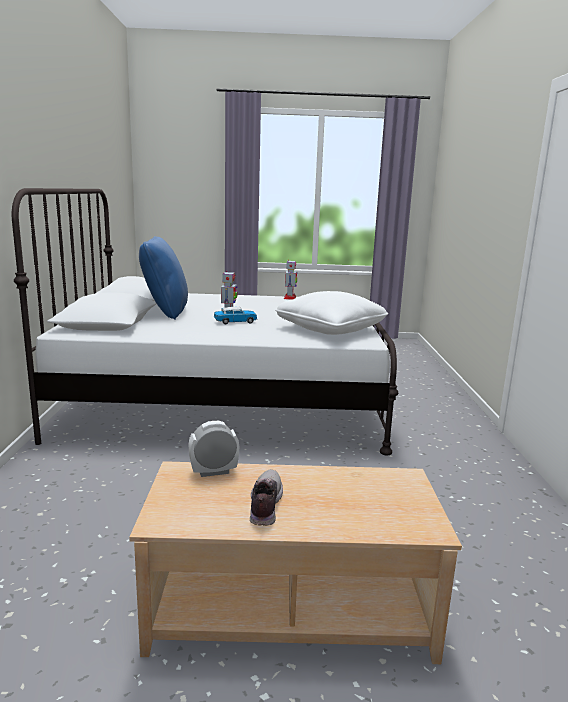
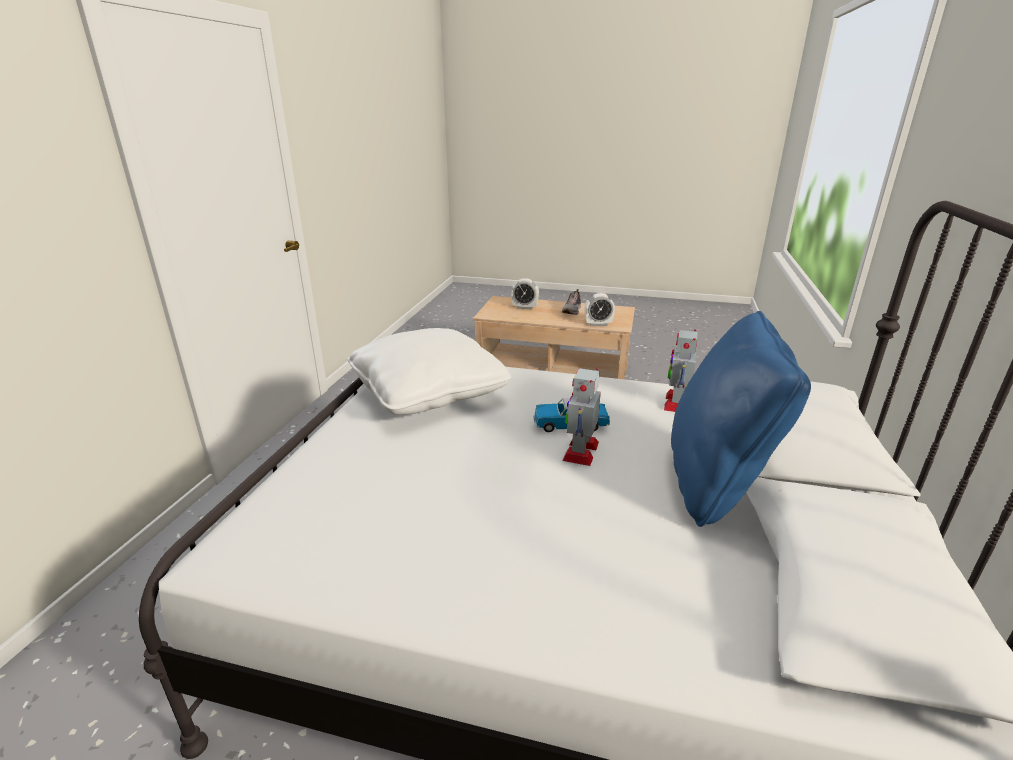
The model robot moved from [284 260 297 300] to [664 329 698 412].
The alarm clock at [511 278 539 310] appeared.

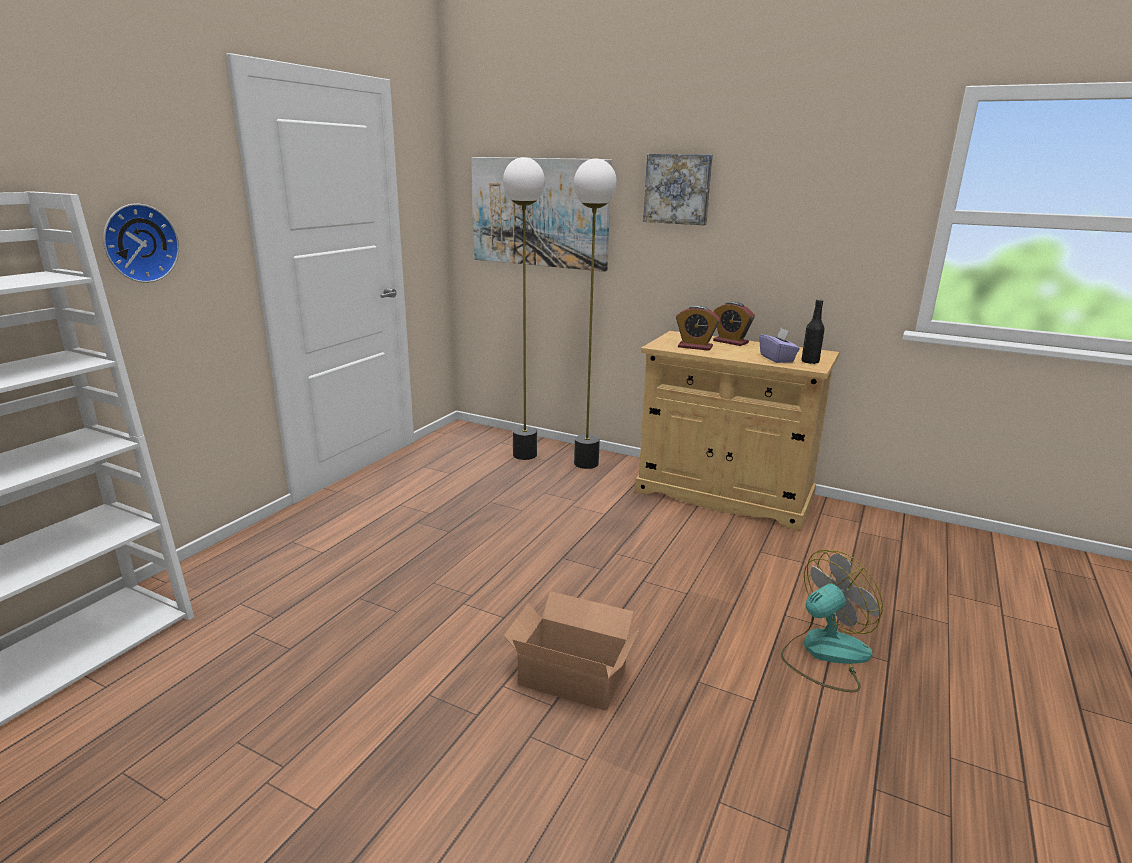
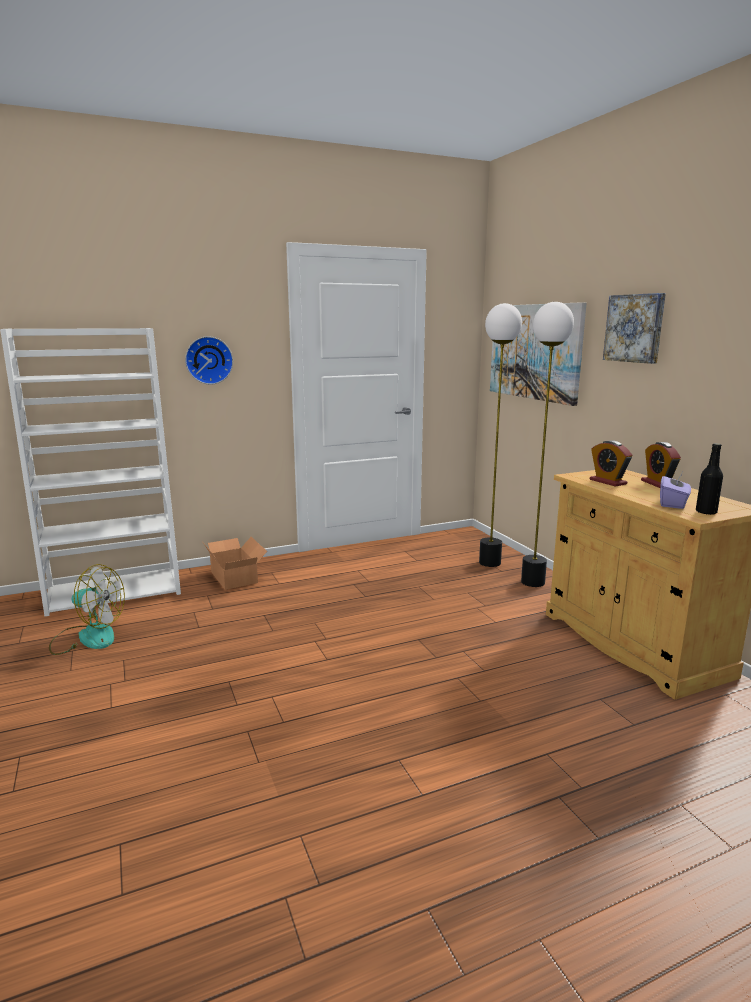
The cooling fan moved from [781 550 883 692] to [49 564 125 655].
The carton moved from [504 591 639 711] to [203 537 267 590].

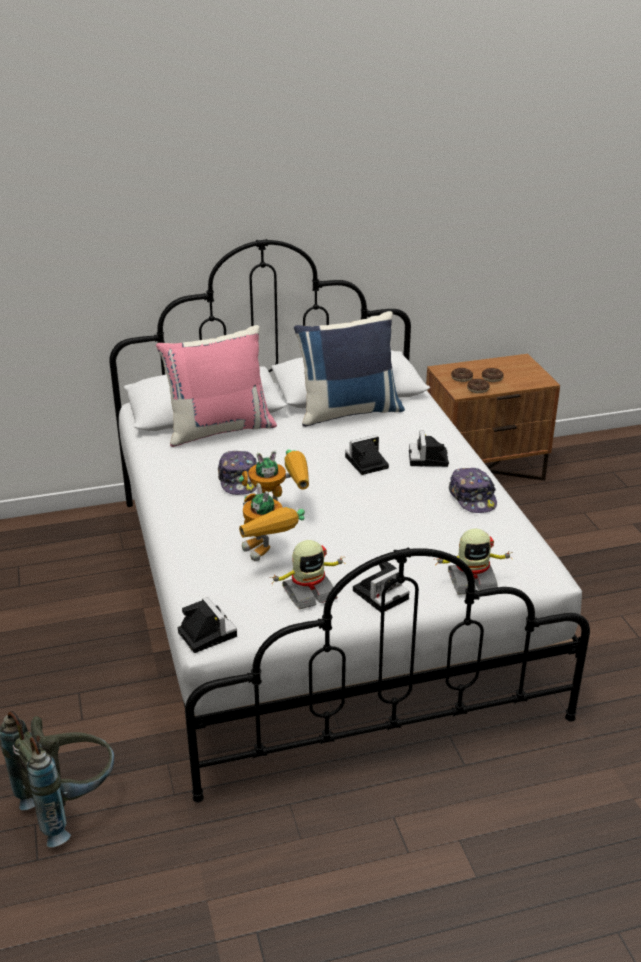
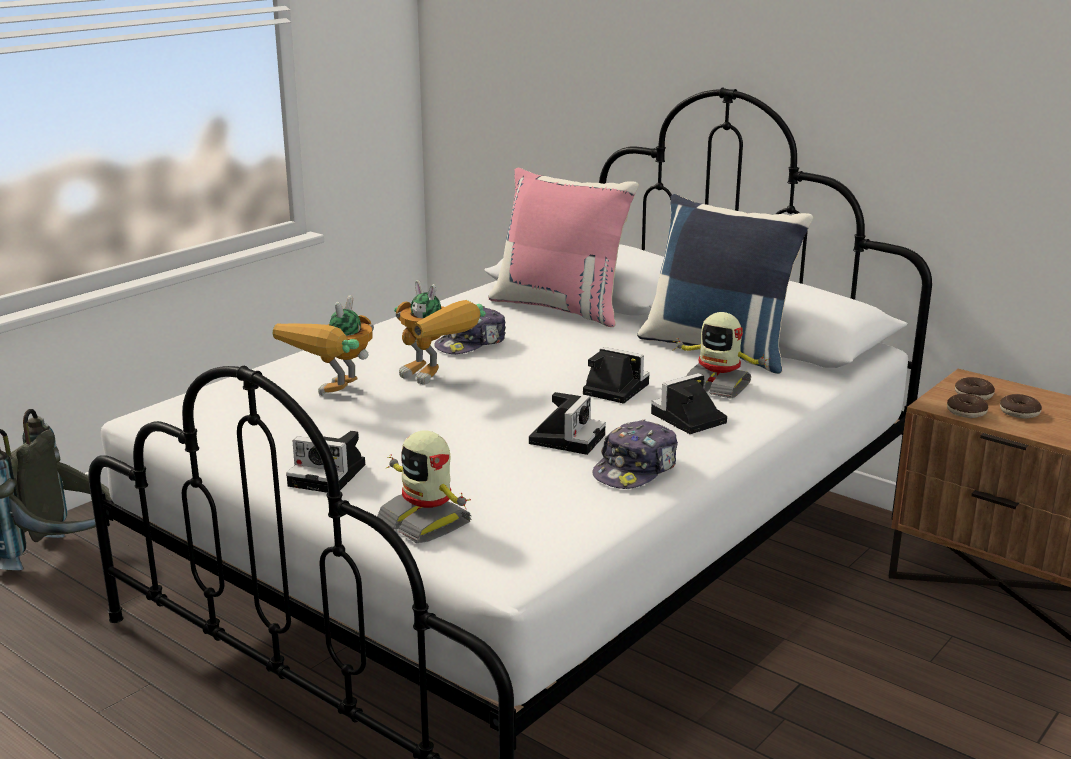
The model robot moved from [272 540 345 610] to [672 312 770 399].
The photo camera moved from [178 597 237 653] to [529 392 606 455].

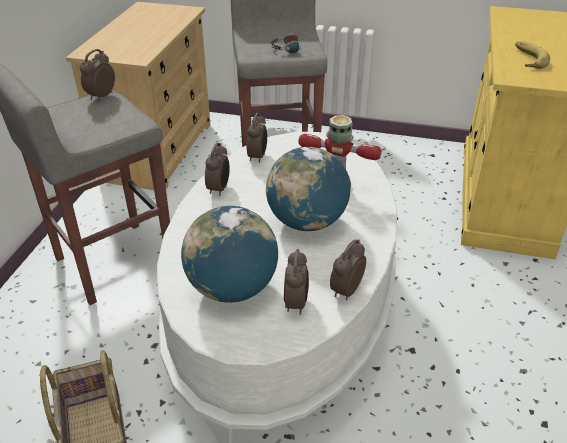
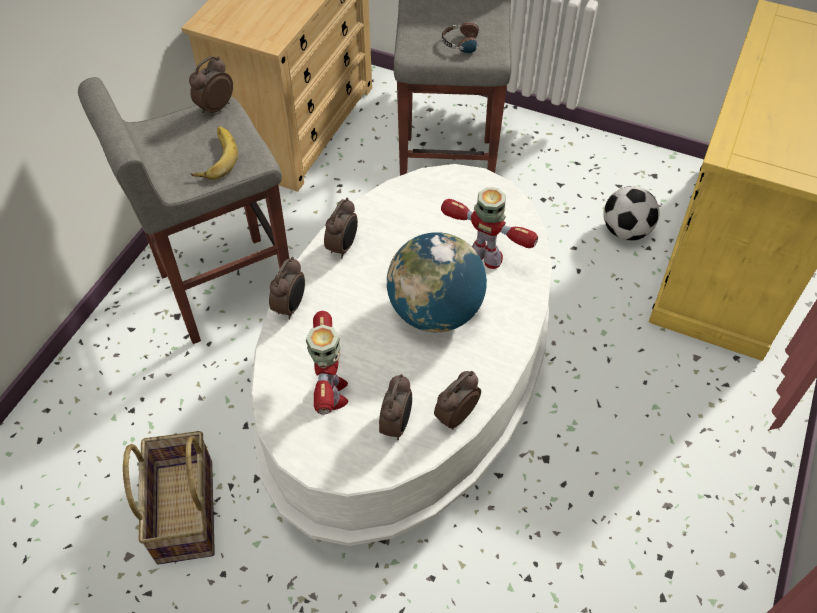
The banana fruit moved from [515 41 550 69] to [191 127 238 180].
The alarm clock moved from [246 113 267 163] to [269 257 305 320].
The globe at [181 206 278 303] was replaced by the model robot at [306 311 349 414].
The football at [603 186 660 240] appeared.

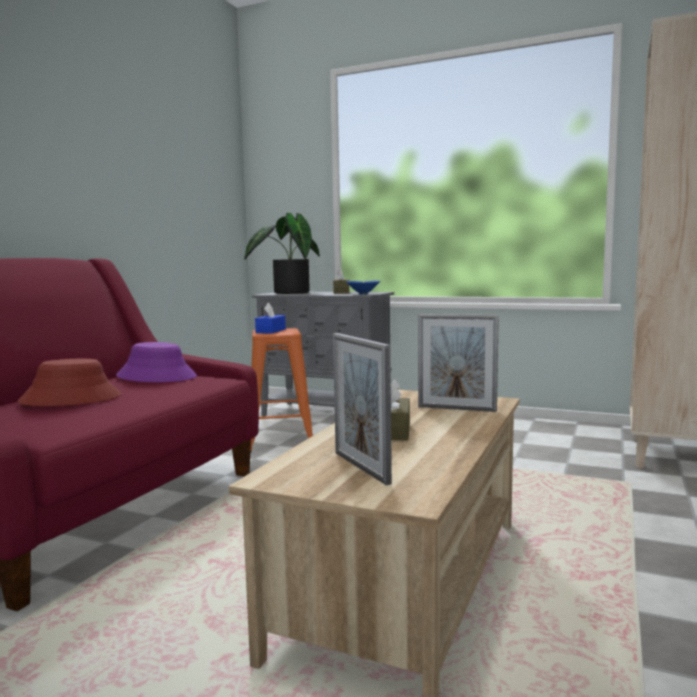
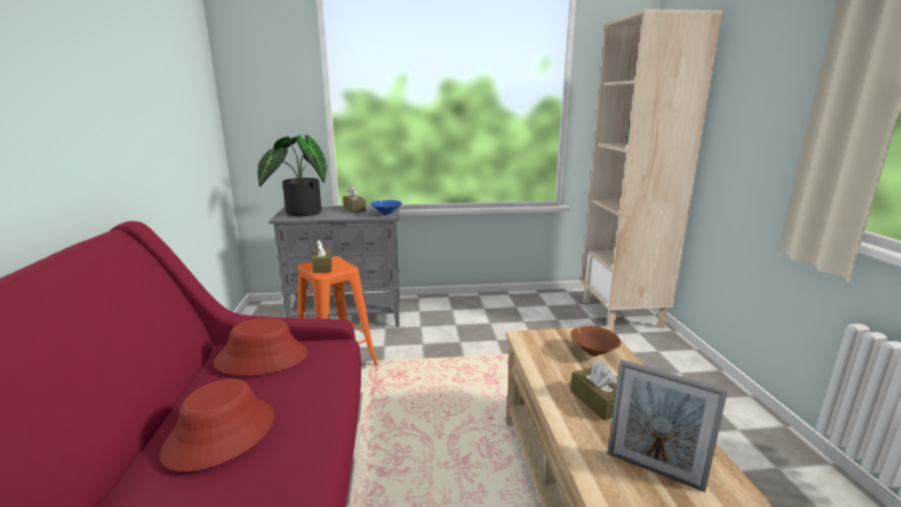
The blue tissue holder at [255 302 286 334] became the brownish tissue holder at [312 240 332 273].
The picture frame at [418 314 499 412] was replaced by the brownish bowl at [571 326 621 357].
The purplish hat at [116 342 197 382] became the reddish hat at [213 318 308 376].

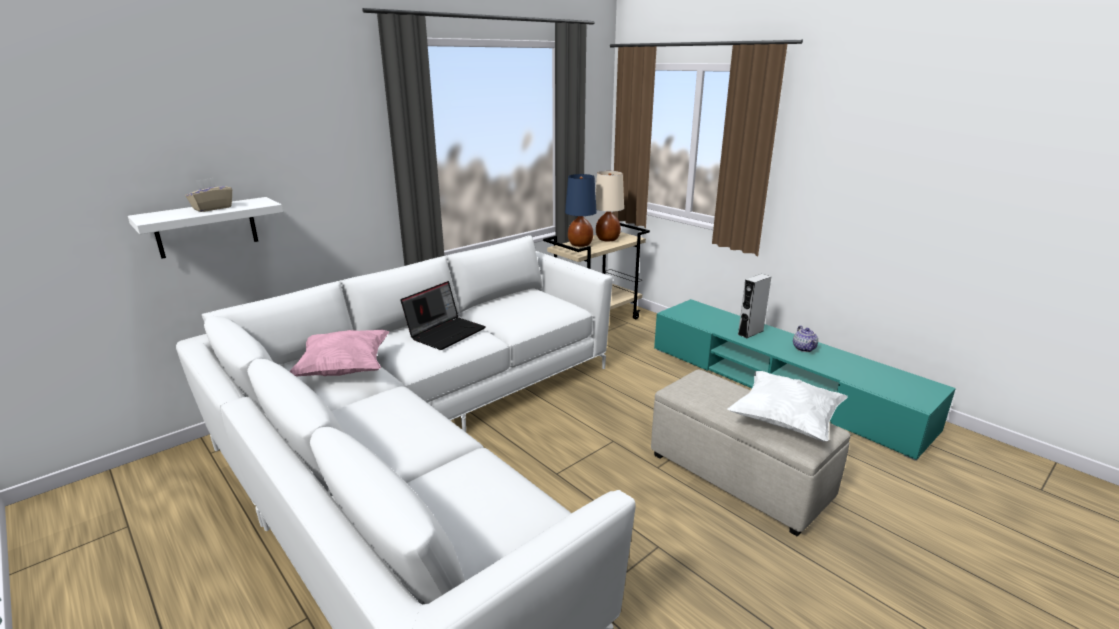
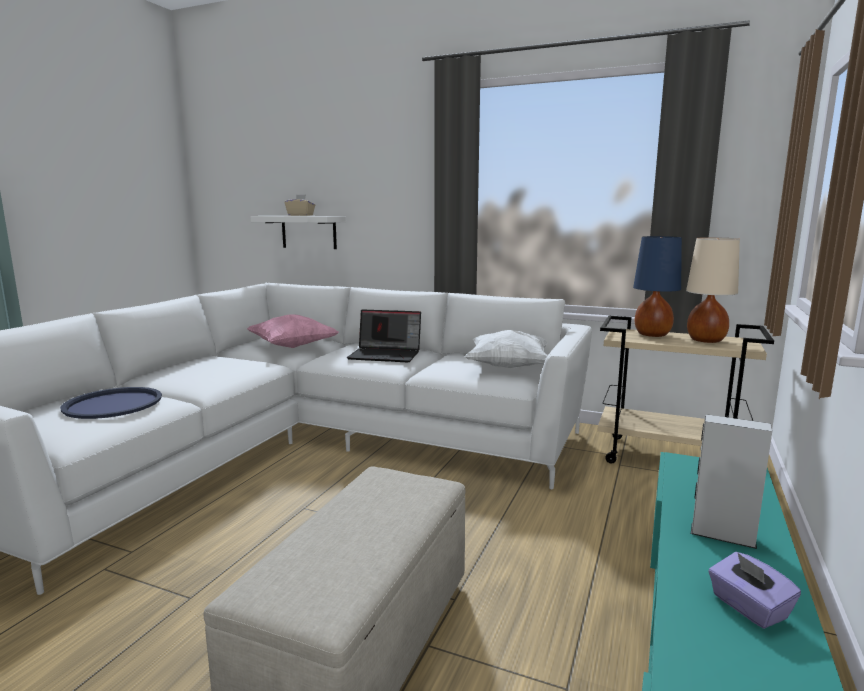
The tea pot at [793 326 818 352] was replaced by the purplish tissue holder at [708 552 801 629].
The whitish throw pillow moved from [727 371 848 442] to [465 330 548 368].
The blue serving tray at [60 387 162 419] appeared.

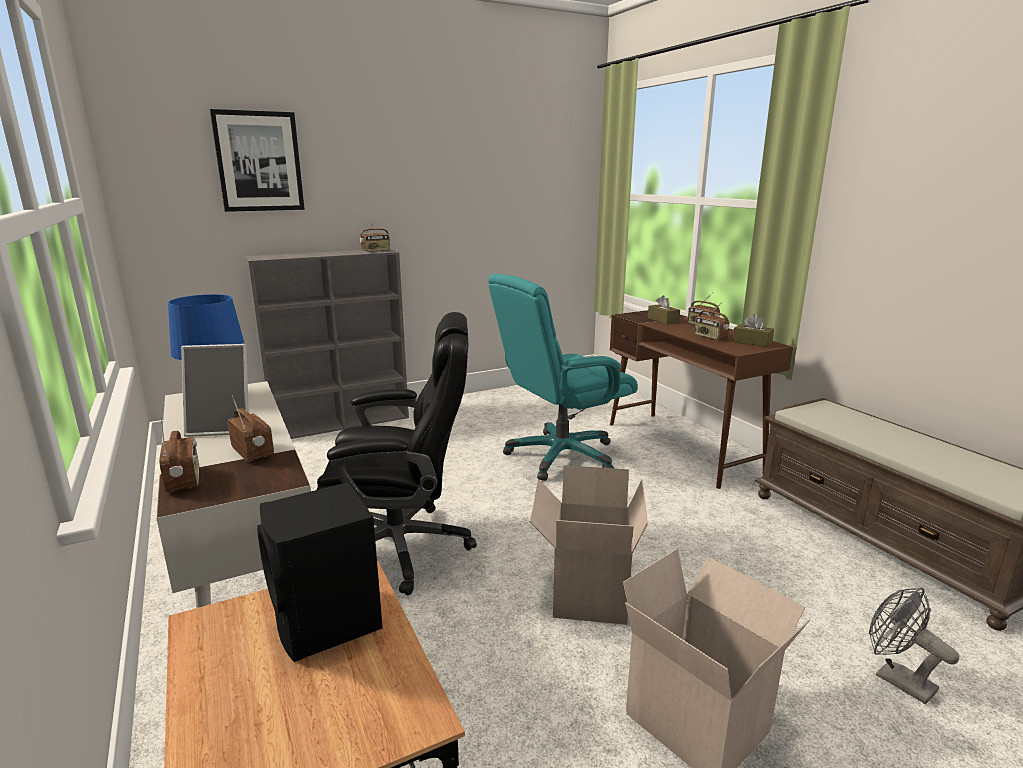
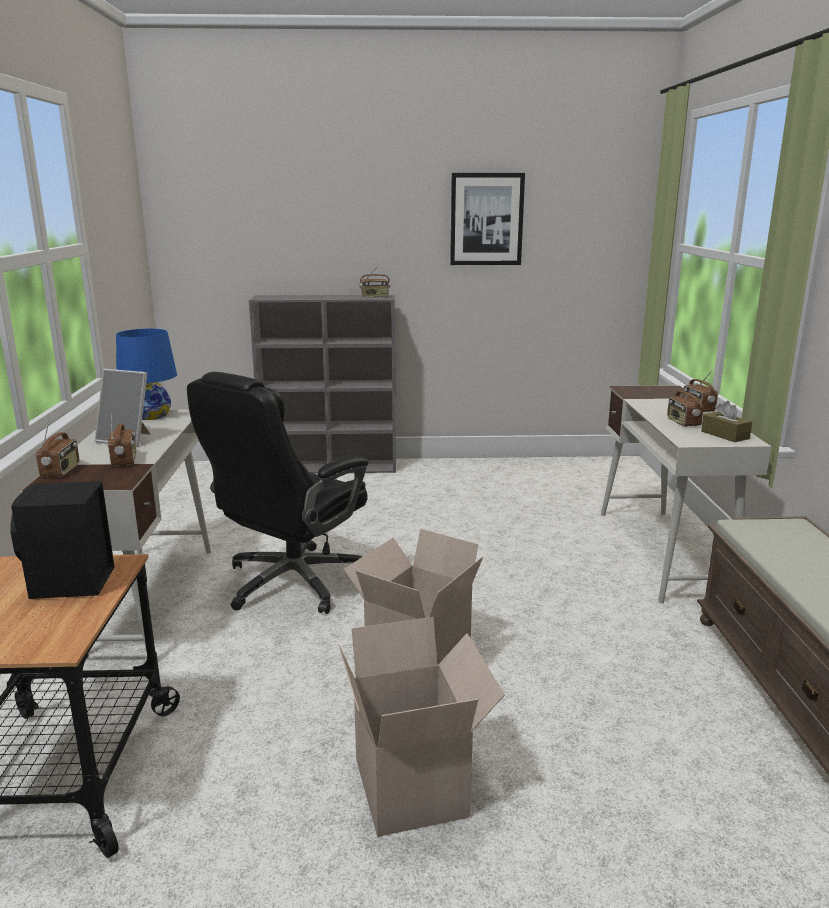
The wall art moved from [210 109 305 212] to [450 173 525 265].
The blue-green desk chair at [488 273 638 481] disappeared.
The brownish tissue holder at [648 295 680 324] disappeared.
The brownish desk table at [610 310 793 489] became the whitish desk table at [601 385 772 603].
The black-coloured desk chair at [317 312 477 595] turned 105 degrees clockwise.
The greyish cooling fan at [869 588 959 704] disappeared.

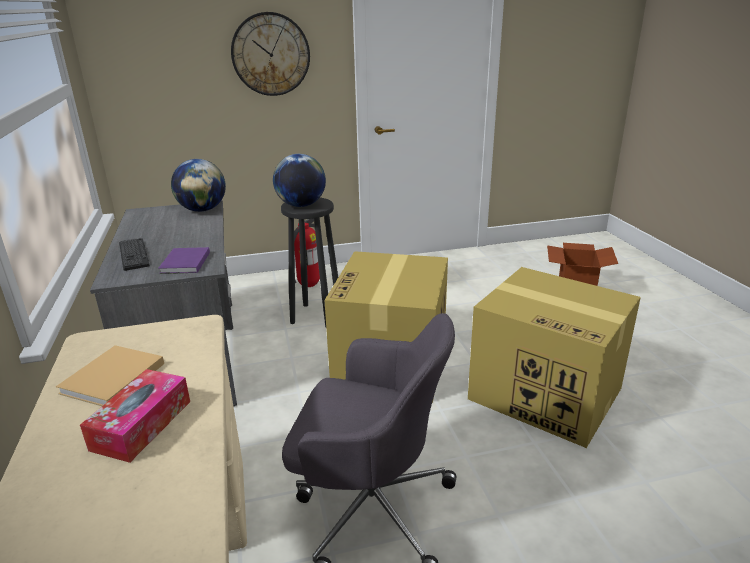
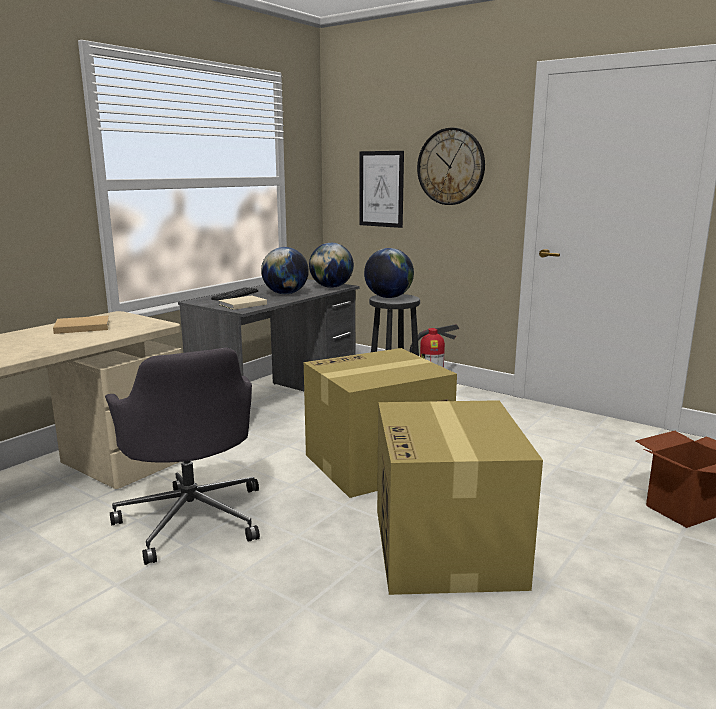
The purplish volume at [158 247 210 274] became the beige-coloured volume at [219 295 267 310].
The tissue holder at [80 369 190 463] disappeared.
The wall art at [359 151 404 228] appeared.
The globe at [261 247 309 294] appeared.

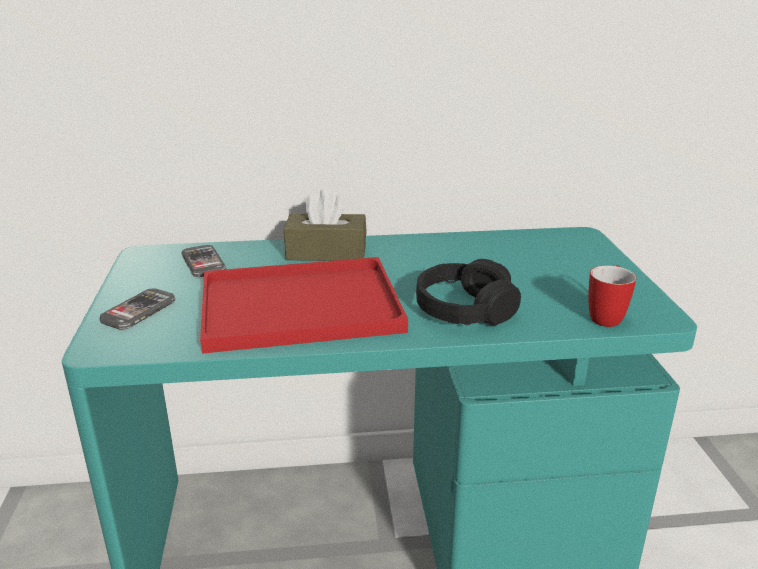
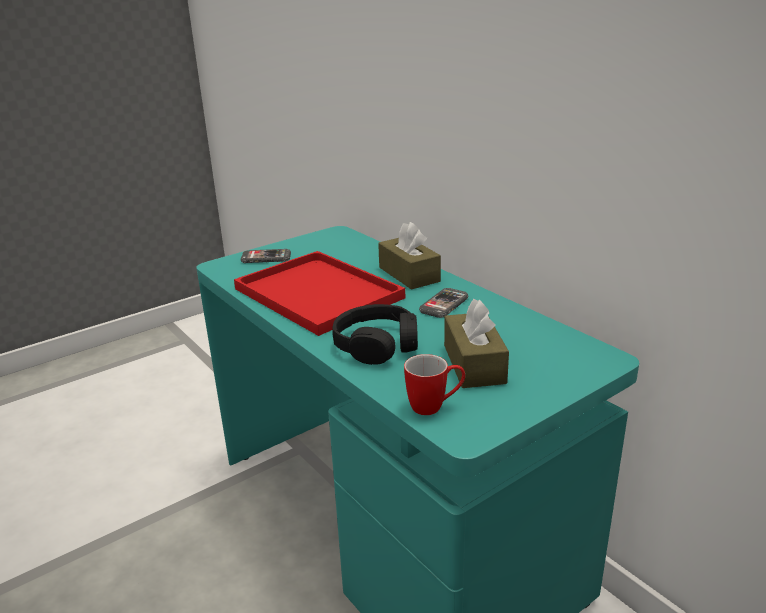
The telephone moved from [182 245 227 277] to [419 288 469 318].
The brownish tissue holder at [444 299 509 388] appeared.

